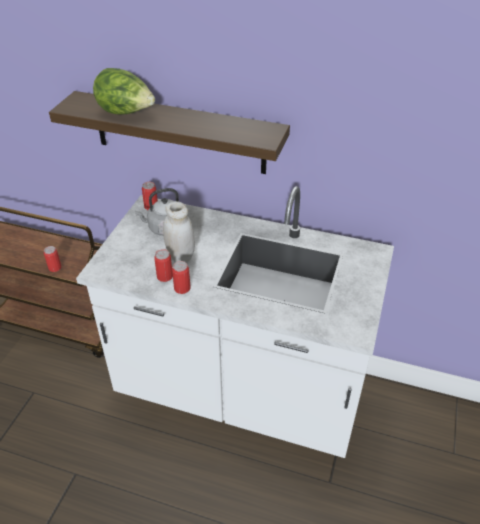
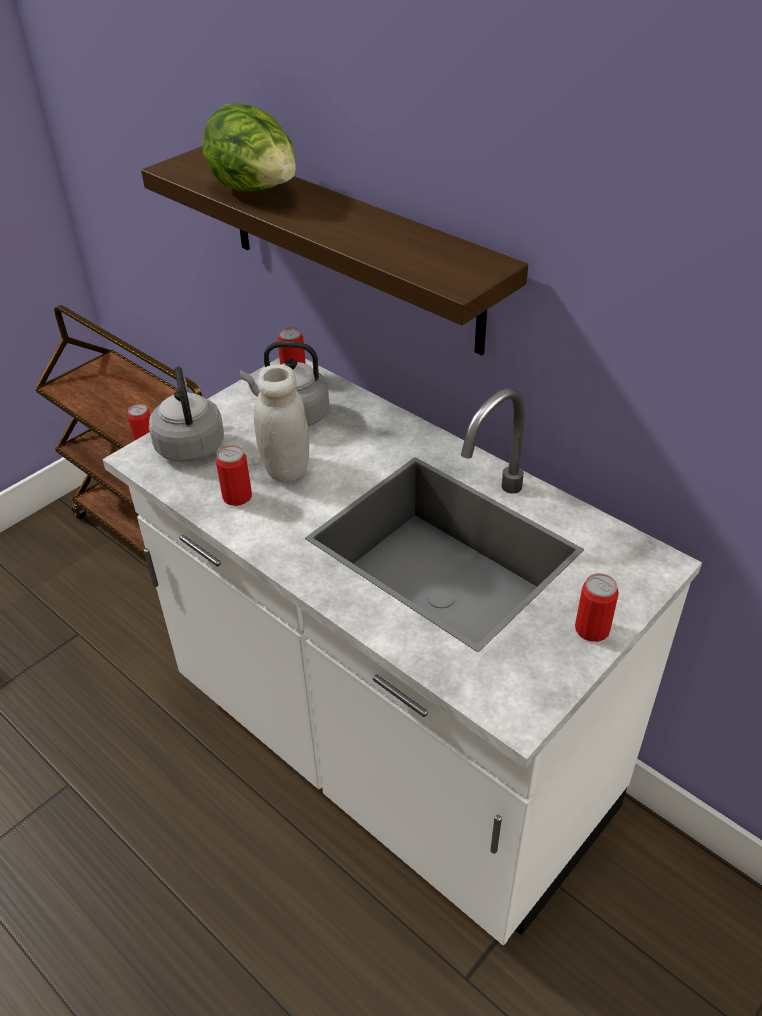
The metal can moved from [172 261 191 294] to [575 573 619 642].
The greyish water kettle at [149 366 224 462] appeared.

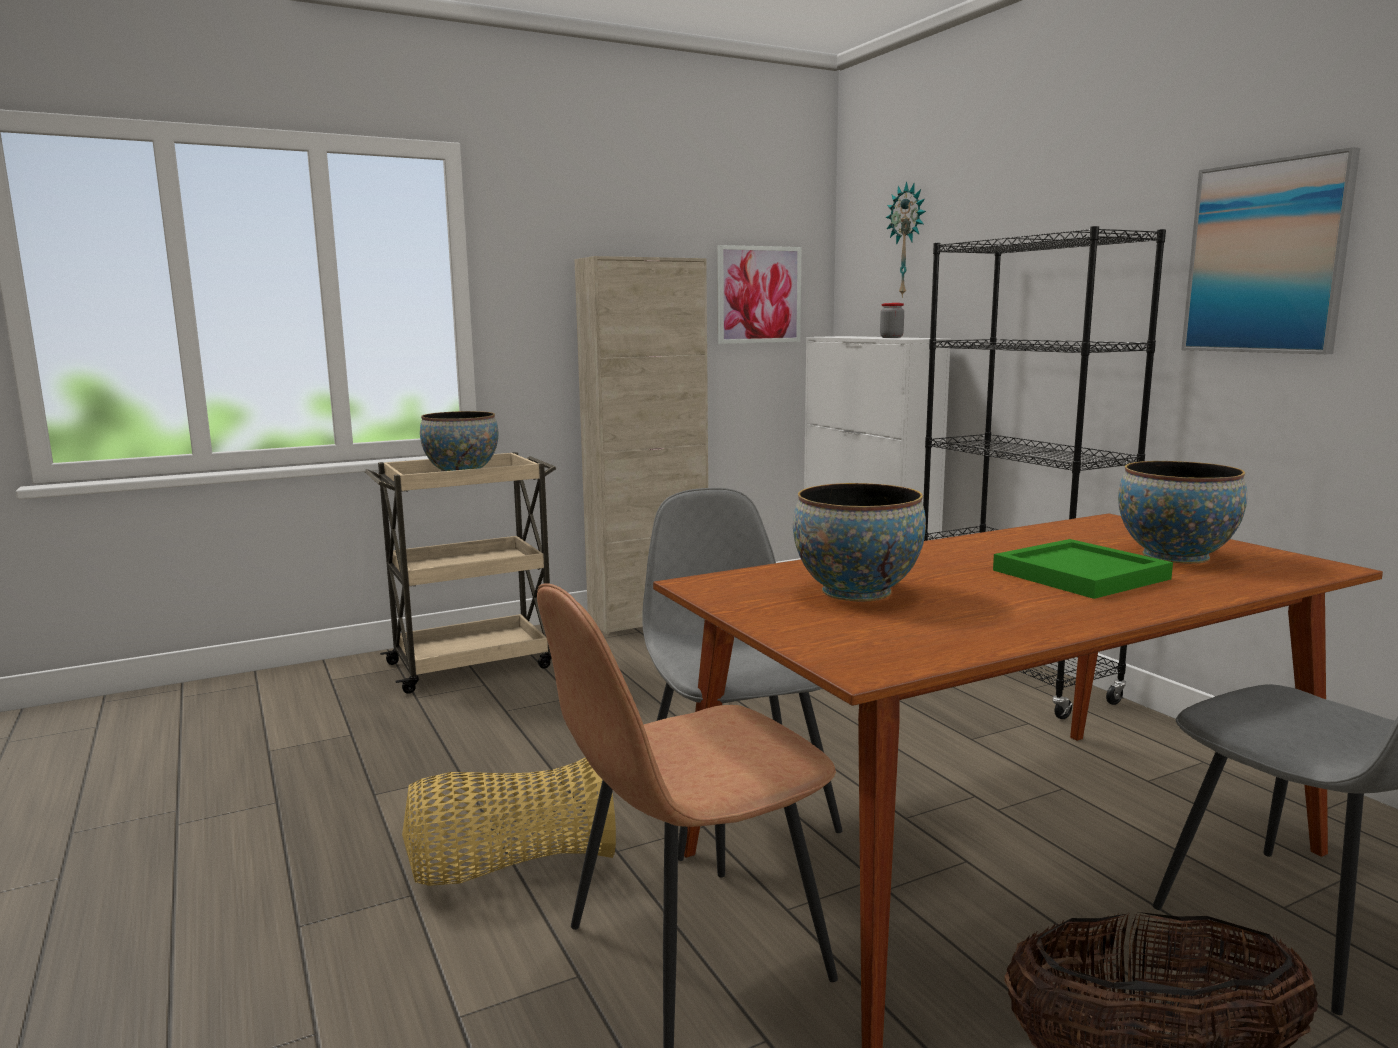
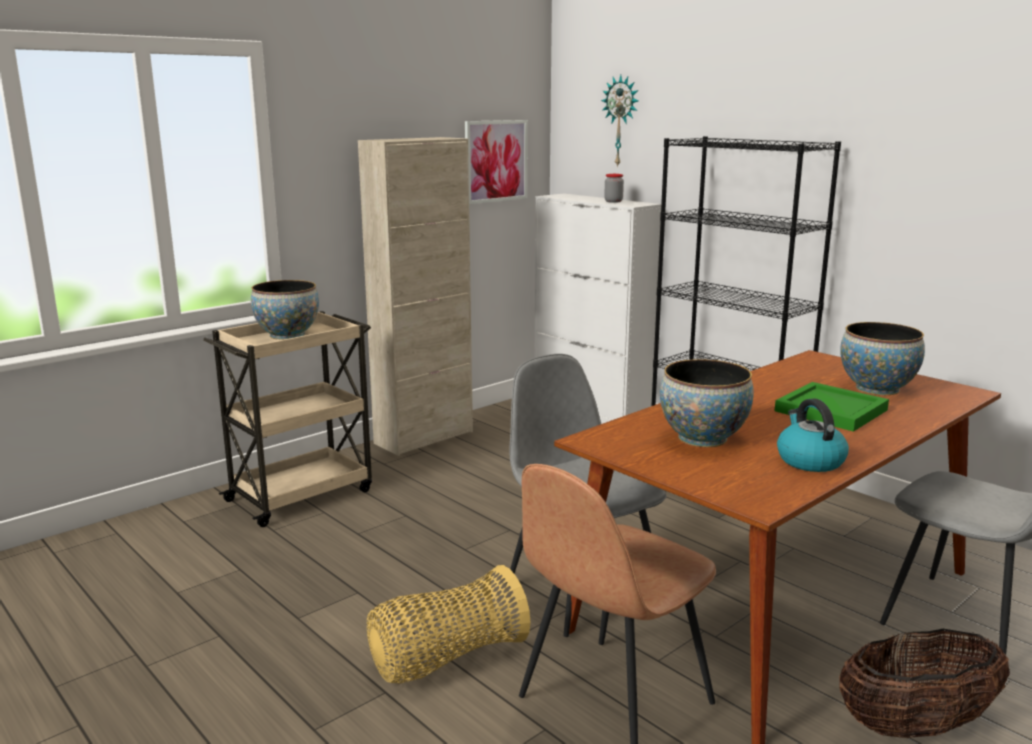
The wall art at [1181 147 1360 354] disappeared.
The water kettle at [777 399 849 472] appeared.

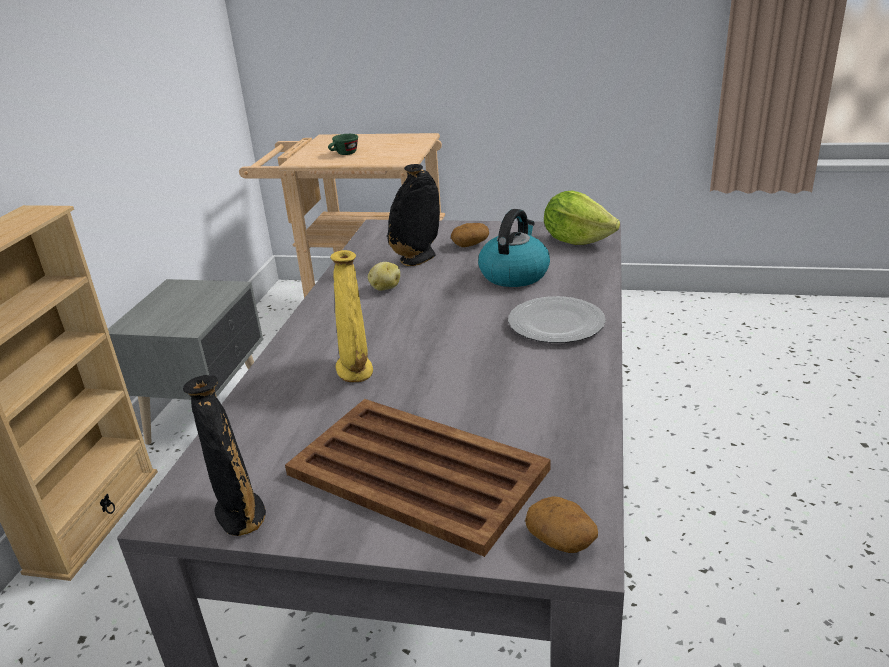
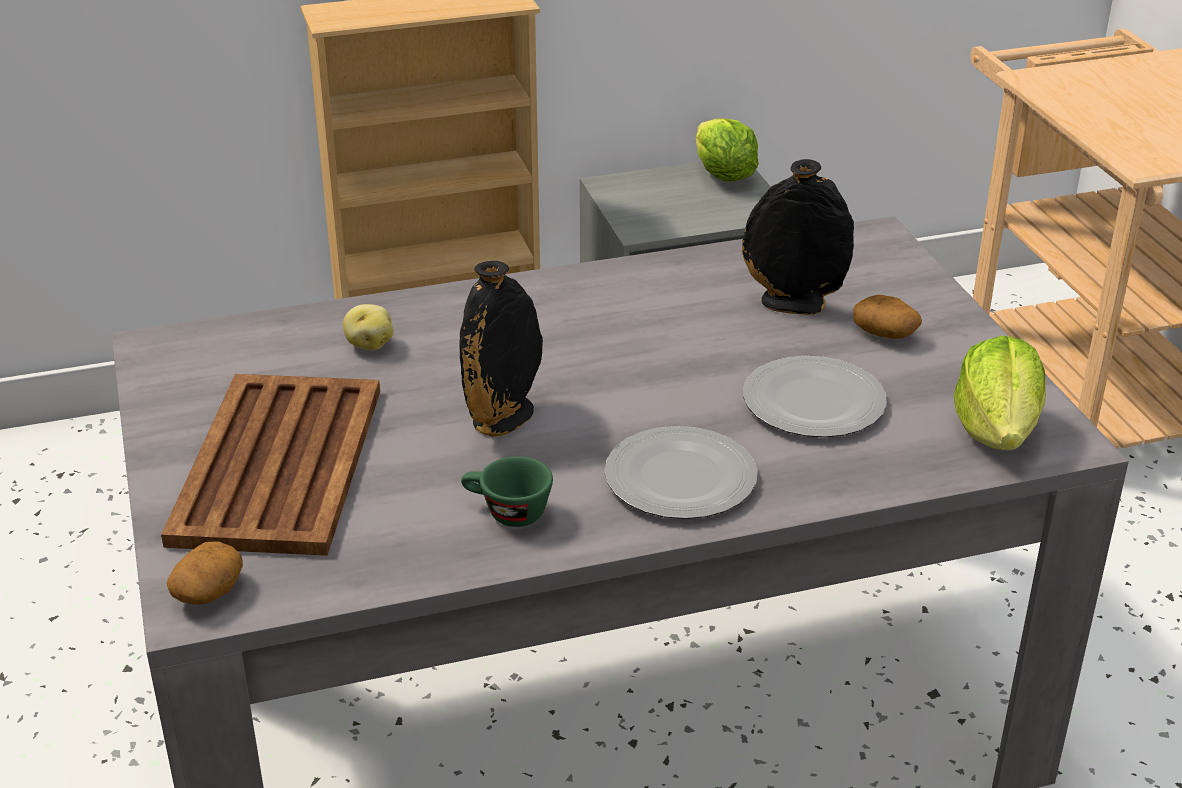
The greenish drinking cup moved from [328 134 358 155] to [461 456 553 527].
The water kettle at [478 209 550 287] was replaced by the flat dish at [743 356 887 437].
The yellow-coloured vase at [330 250 373 382] disappeared.
The potato moved from [368 262 400 291] to [343 304 394 350].
The black-coloured vase moved from [183 375 266 536] to [459 261 543 437].
The lettuce at [696 118 759 181] appeared.

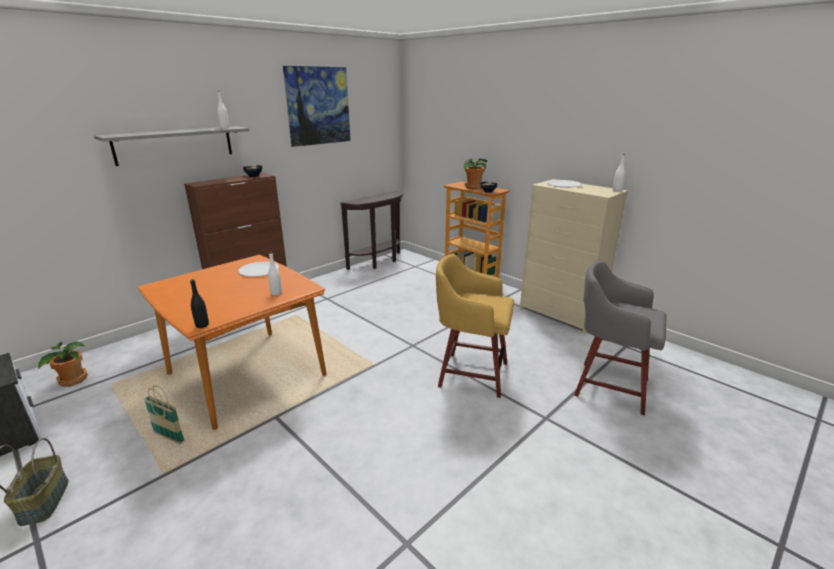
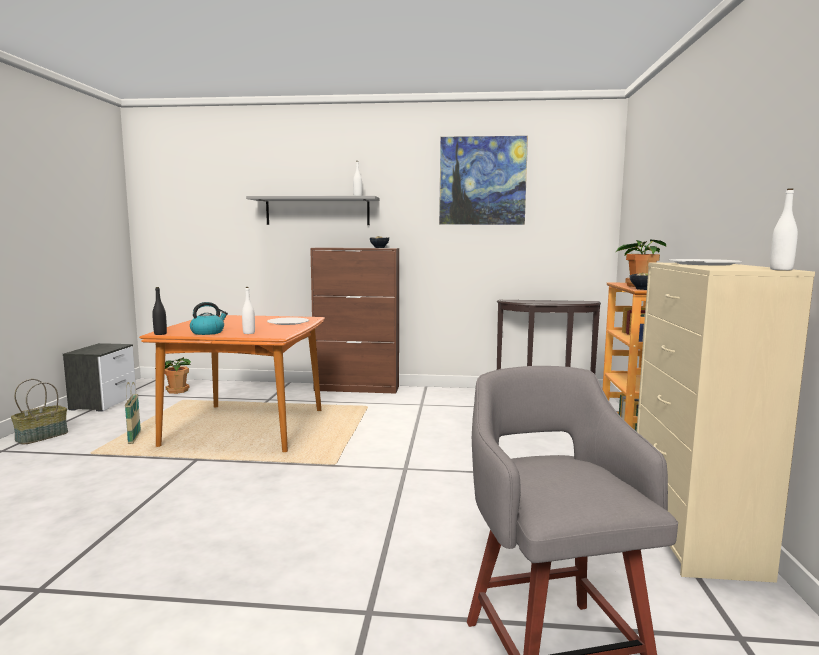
The yellow-coloured stool seat at [436 254 515 398] disappeared.
The water kettle at [190 302 228 335] appeared.

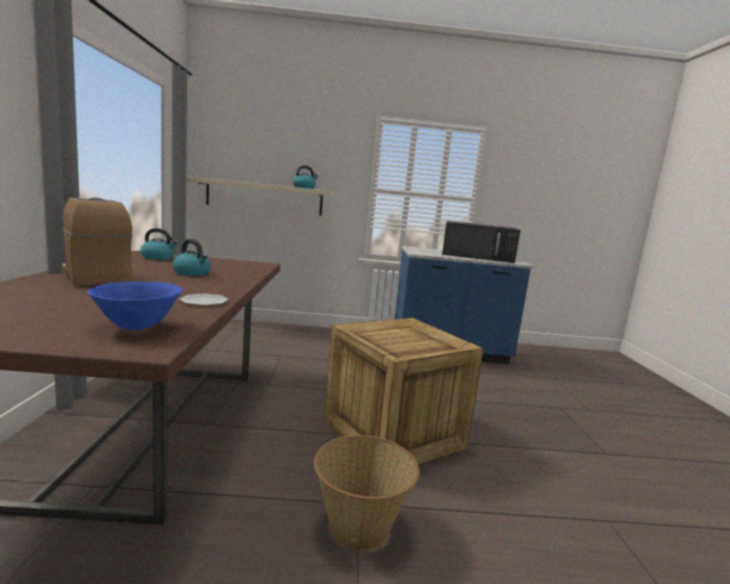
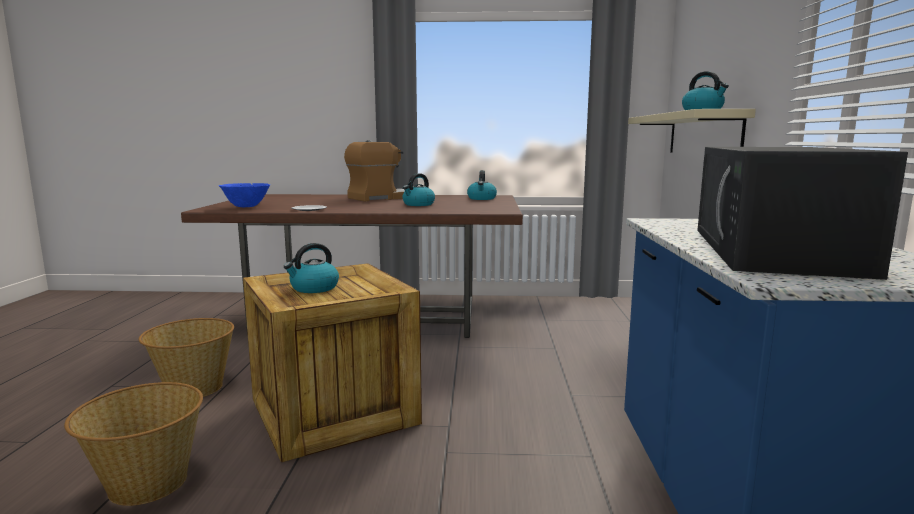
The water kettle at [284 243 339 293] appeared.
The basket at [64 382 203 506] appeared.

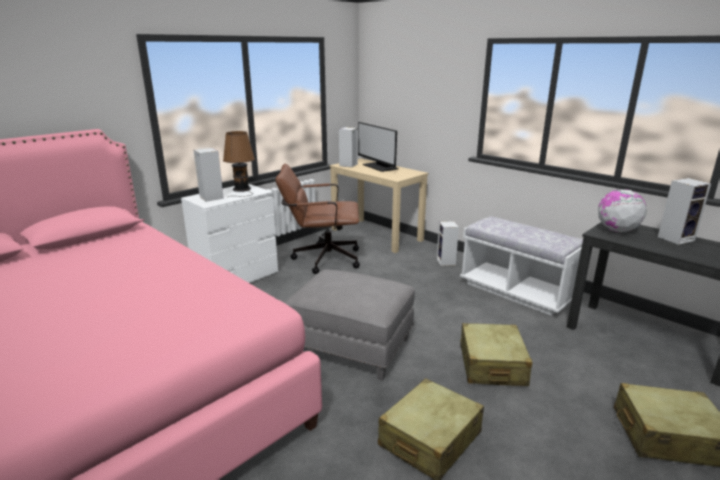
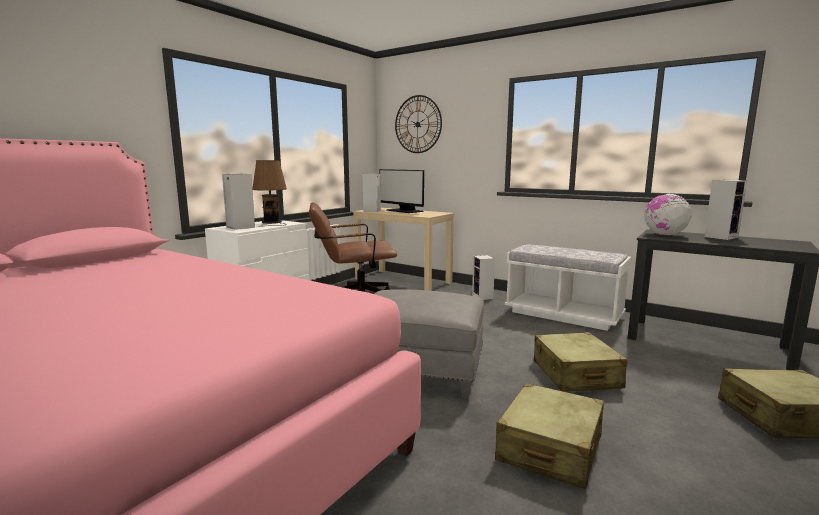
The clock on the wall at [395 95 442 153] appeared.

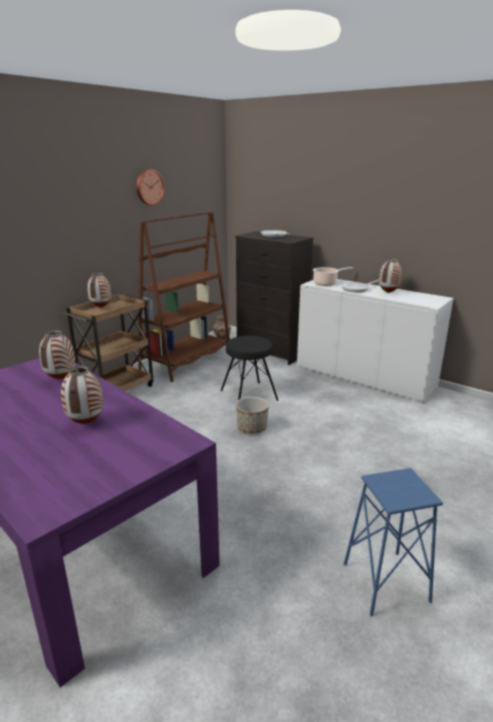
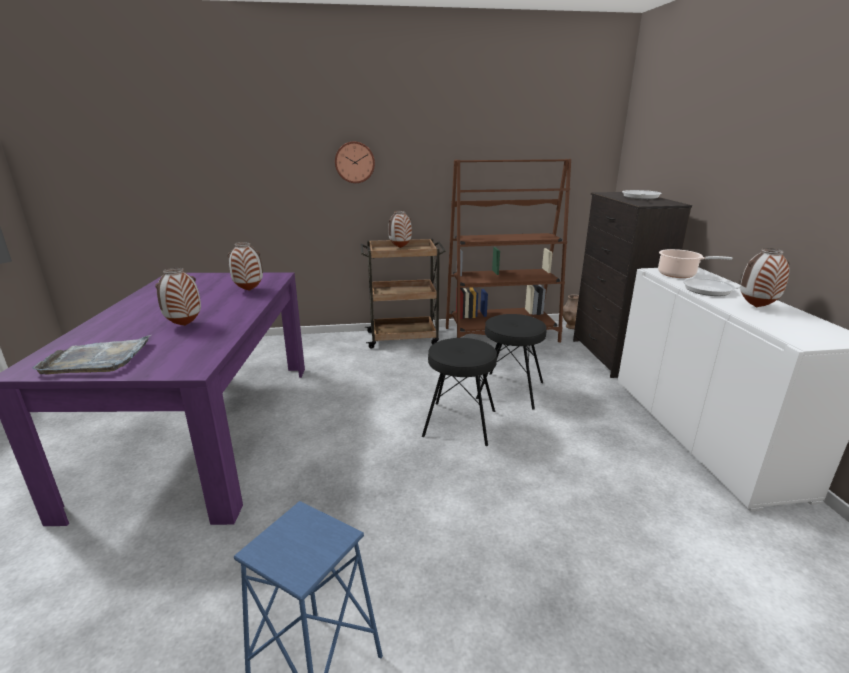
The clock on the wall moved from [136 169 165 205] to [335 141 375 183].
The planter at [236 397 269 434] was replaced by the black-coloured stool seat at [422 338 497 446].
The greyish serving tray at [32 335 151 375] appeared.

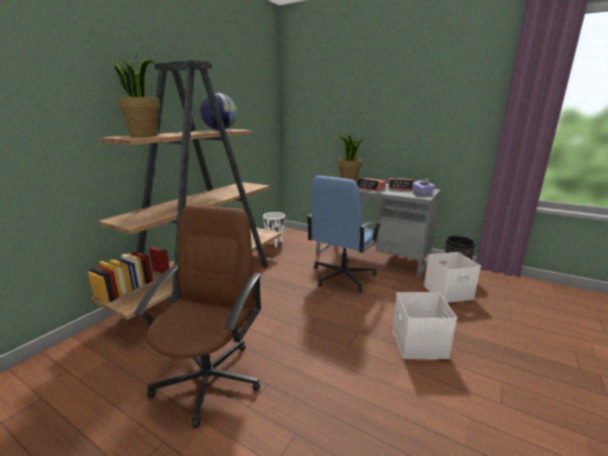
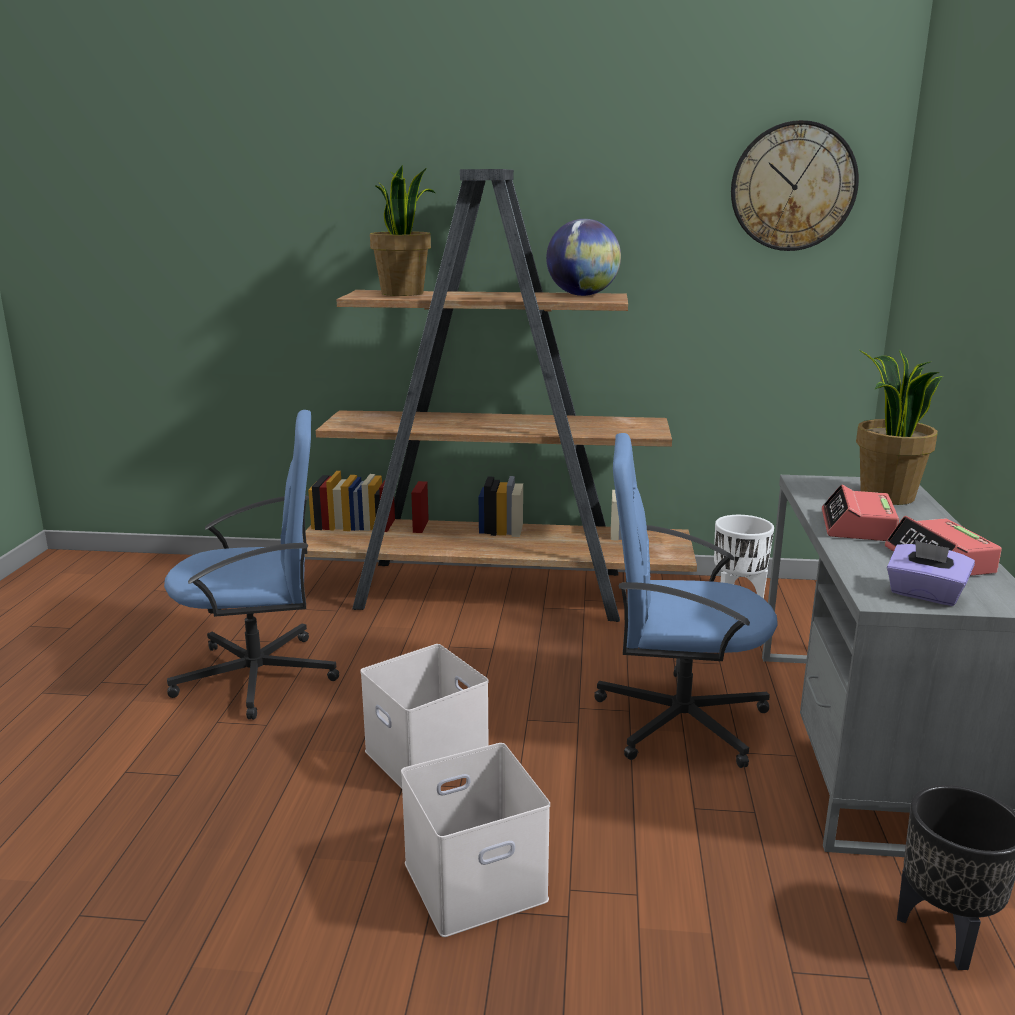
The brownish desk chair at [135 205 261 428] became the blue desk chair at [164 410 339 720].
The whitish storage container moved from [424 252 481 303] to [360 644 489 789].
The clock on the wall at [731 120 859 251] appeared.

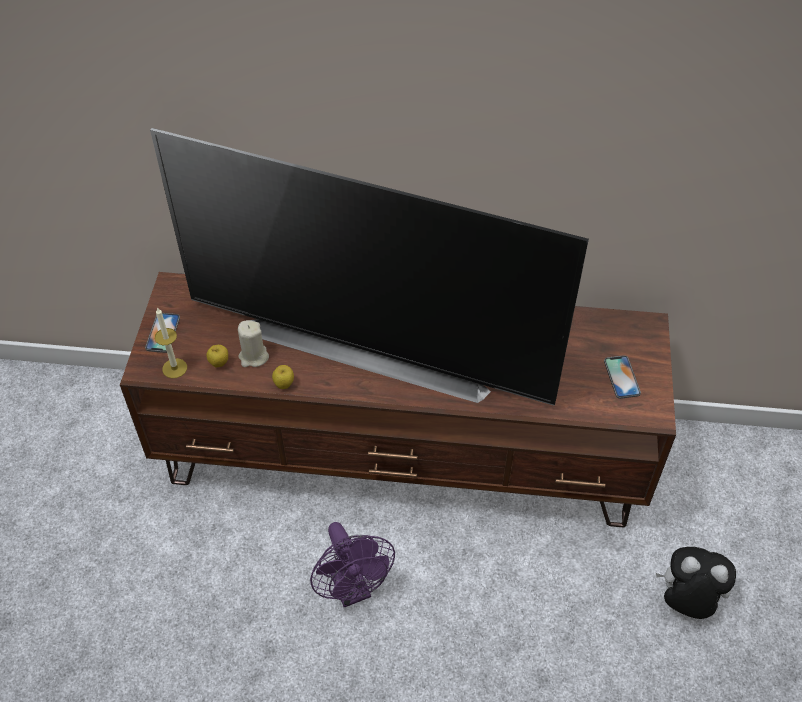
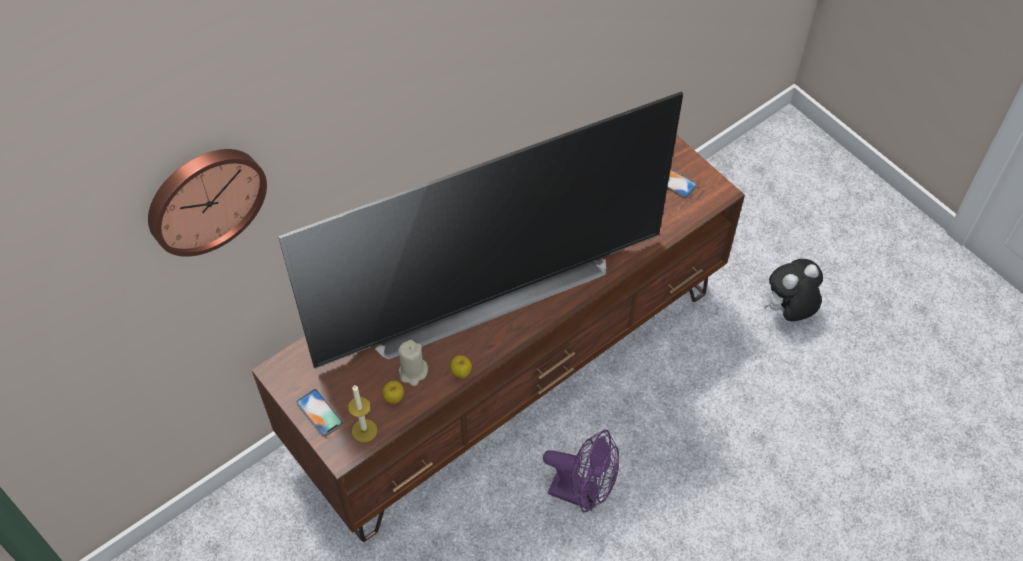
The clock on the wall at [148 149 267 257] appeared.

